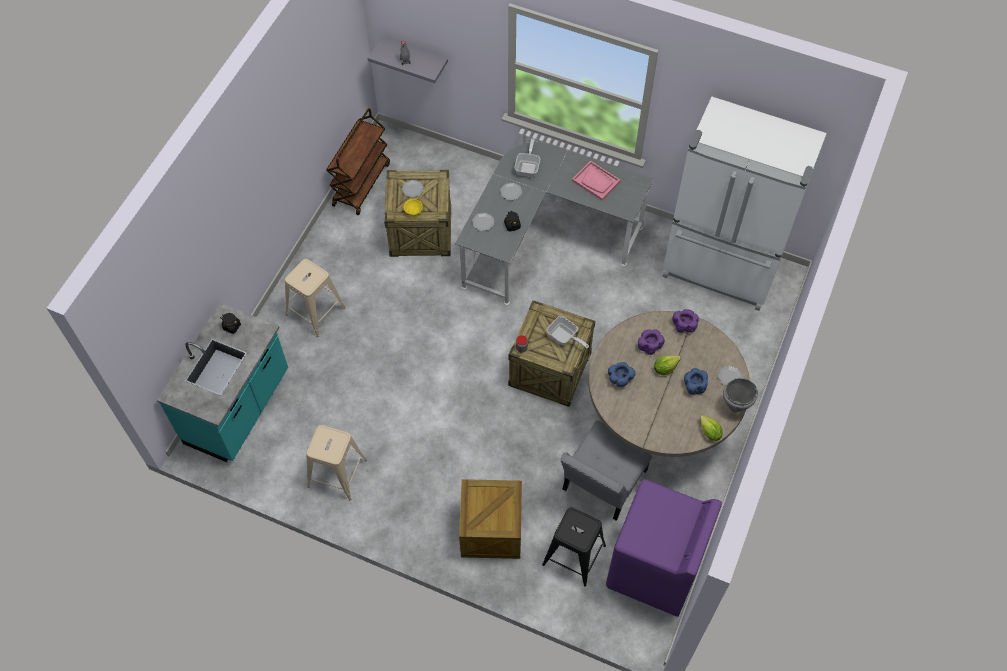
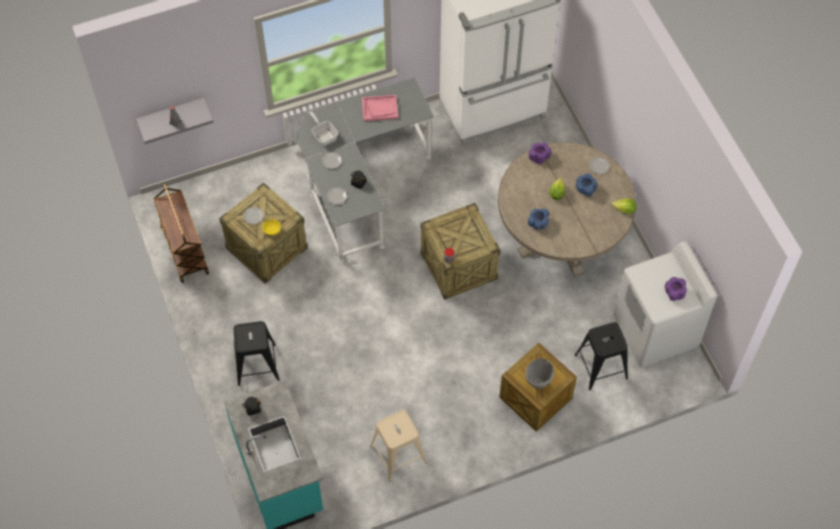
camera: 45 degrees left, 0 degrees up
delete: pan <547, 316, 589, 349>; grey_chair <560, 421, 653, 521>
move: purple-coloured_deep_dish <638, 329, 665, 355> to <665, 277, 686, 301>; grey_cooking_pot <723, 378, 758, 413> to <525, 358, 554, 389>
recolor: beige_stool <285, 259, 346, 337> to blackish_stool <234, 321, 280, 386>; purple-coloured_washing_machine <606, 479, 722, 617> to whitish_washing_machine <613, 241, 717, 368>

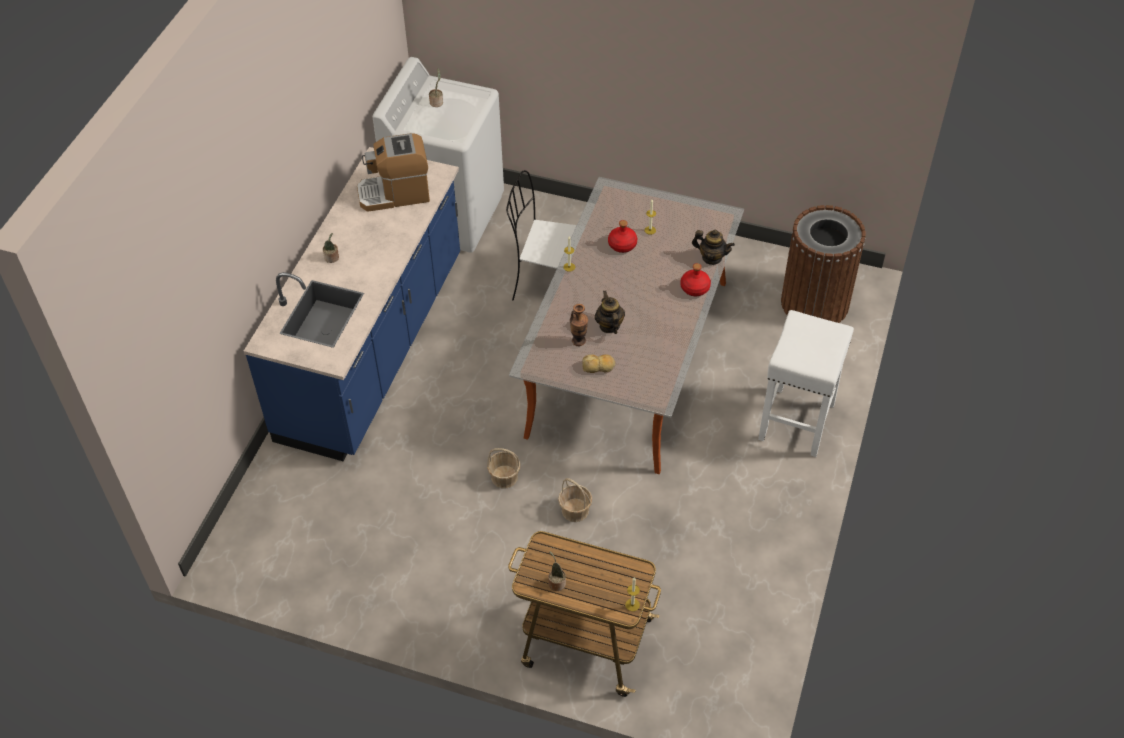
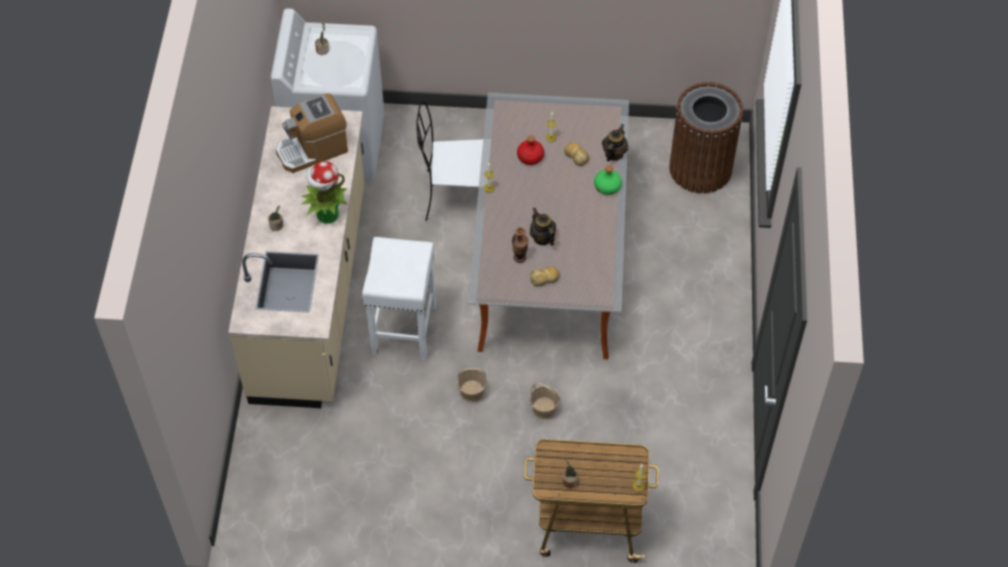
camera: 15 degrees left, 5 degrees up
insert: bakery_bread <564, 142, 589, 166>; plant_in_a_pot <301, 161, 348, 224>
move: whitish_stool <758, 310, 854, 457> to <362, 237, 436, 360>
recolor: blue_counter <244, 147, 460, 462> to beige_counter <228, 106, 365, 408>; reddish_bottle <680, 263, 711, 296> to green-coloured_bottle <594, 165, 622, 195>
rotate: pot_for_tea <692, 230, 735, 265> = <602, 124, 628, 161> 75 degrees counterclockwise

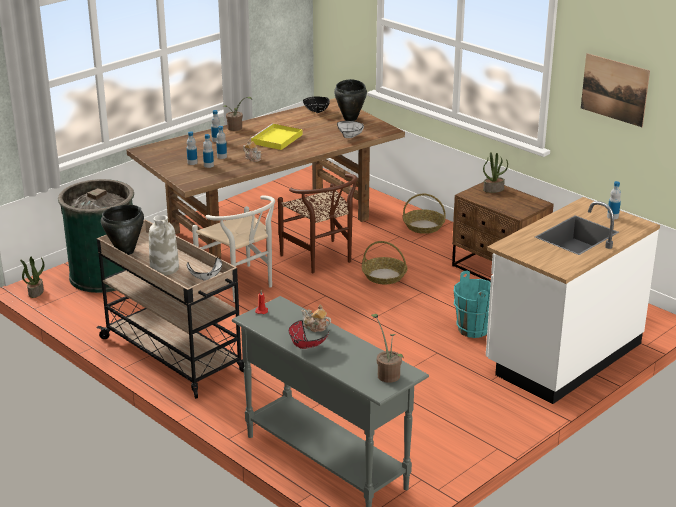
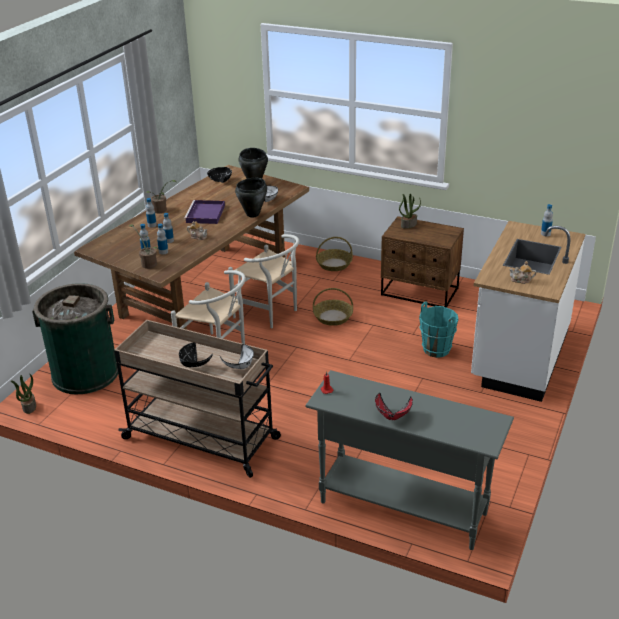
camera: 20 degrees left, 5 degrees up
delete: wall_picture <581, 53, 650, 127>
move: blackish_cooking_pot <101, 205, 144, 255> to <235, 178, 267, 217>; pot_for_tea <301, 304, 331, 332> to <509, 261, 536, 284>; plant_in_a_pot <371, 314, 404, 383> to <129, 224, 158, 269>
replace: whitish_flower_vase <149, 215, 179, 275> to blackish_deep_dish <179, 342, 213, 367>
recolor: yellow-coloured_carrying_tray <250, 123, 303, 150> to purple-coloured_carrying_tray <184, 200, 225, 224>; brown_chair <278, 173, 357, 273> to whitish_chair <228, 234, 299, 328>

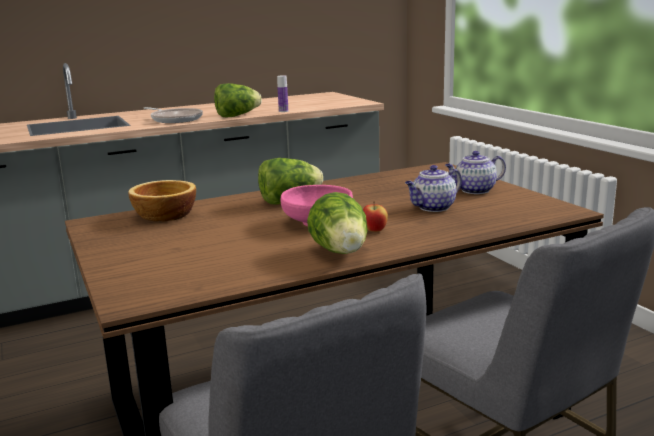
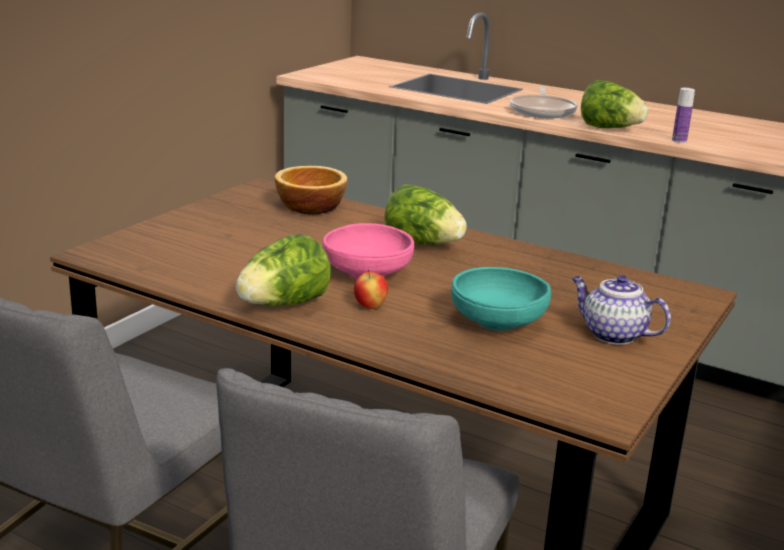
camera: 55 degrees right, 5 degrees up
replace: pot_for_tea <405, 165, 461, 212> to turquoise-coloured_deep_dish <451, 267, 551, 331>

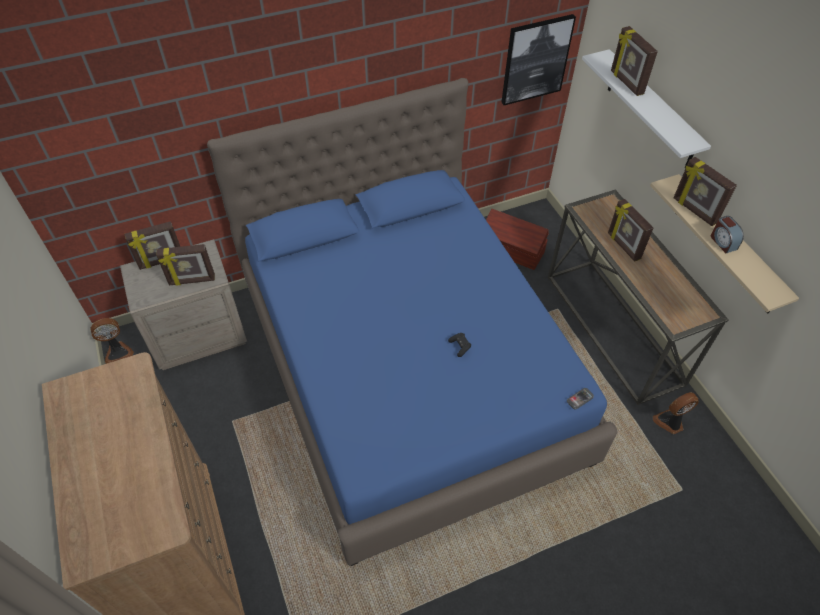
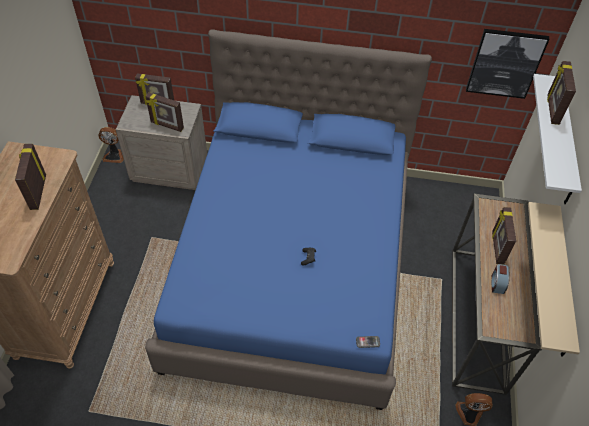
camera: 30 degrees right, 0 degrees up
delete: brown_storage_container <486, 209, 549, 270>
move: photo_frame <674, 157, 737, 226> to <15, 144, 46, 210>; bedside_clock <710, 216, 744, 253> to <491, 264, 510, 294>

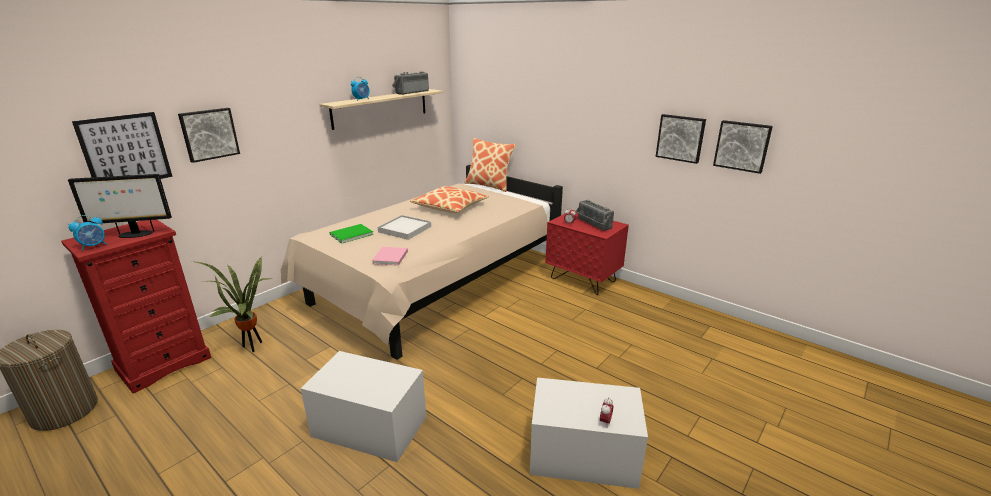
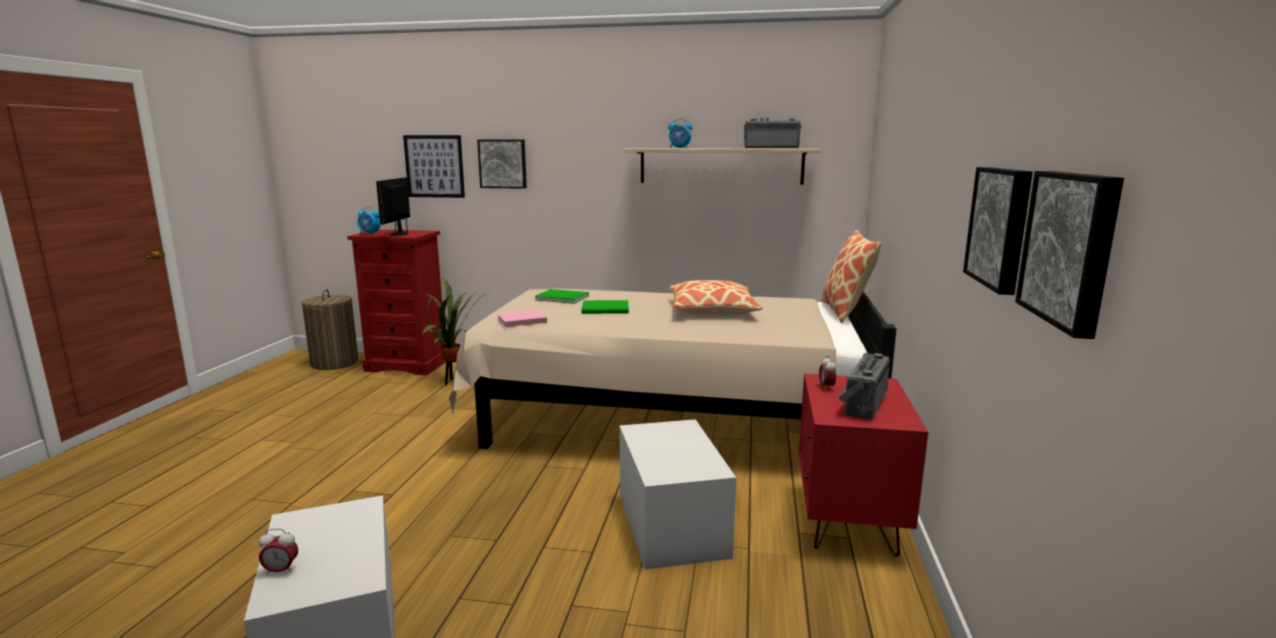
camera: 60 degrees right, 10 degrees down
move: whitish_storage_container <301, 351, 426, 462> to <619, 419, 736, 570>
replace: whitish_carrying_tray <378, 215, 431, 240> to green-coloured_volume <581, 300, 629, 314>
rotate: computer_screen <68, 174, 172, 238> = <376, 177, 410, 237> 45 degrees clockwise

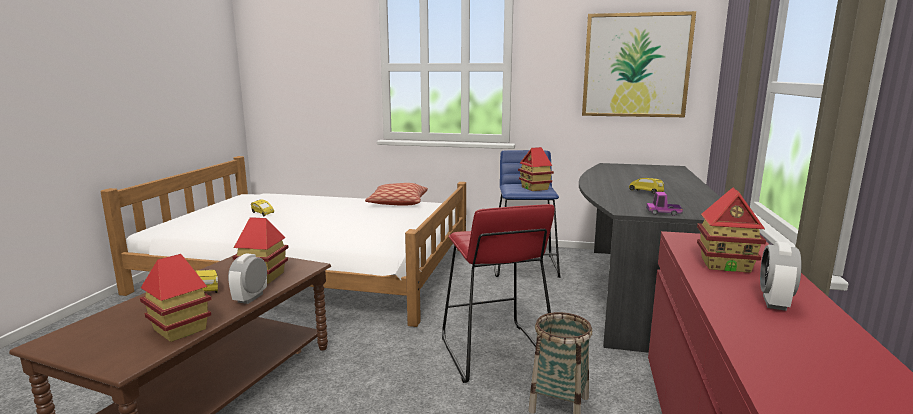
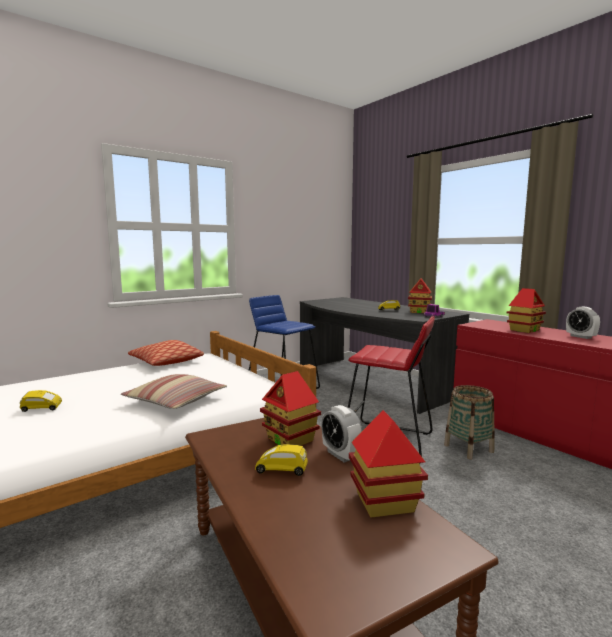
camera: 50 degrees left, 5 degrees down
delete: wall_picture <582, 11, 696, 117>
insert: cushion <121, 374, 227, 409>
move: miniature_house <518, 147, 554, 191> to <408, 278, 432, 313>

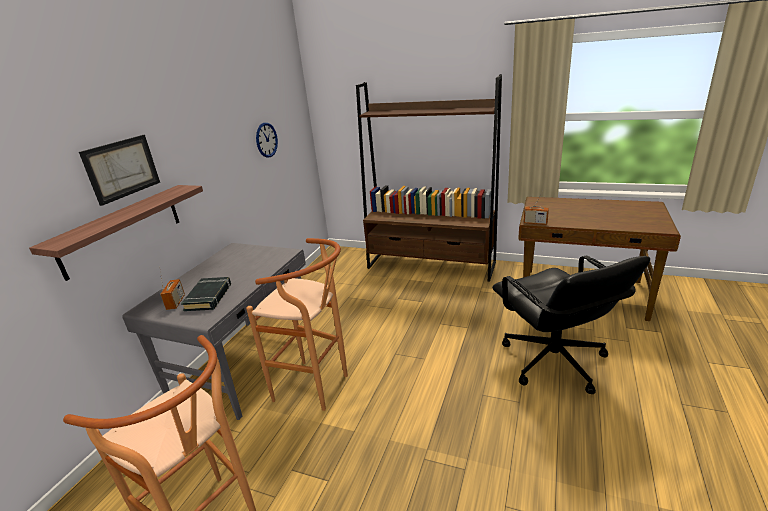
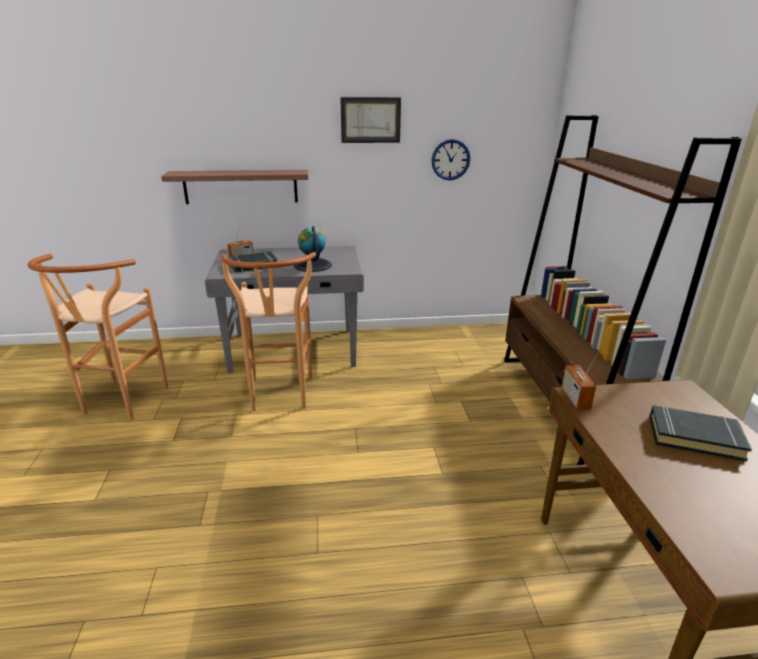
camera: 60 degrees right, 0 degrees up
delete: blackish_office_chair <492, 255, 650, 394>
insert: globe <294, 226, 332, 272>; blackish_volume <649, 405, 752, 462>
move: wall_picture <79, 135, 160, 206> to <340, 97, 401, 143>

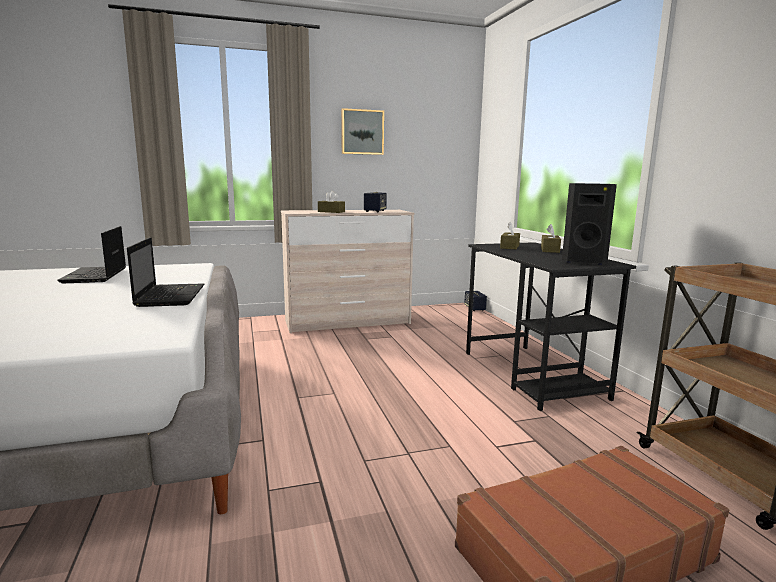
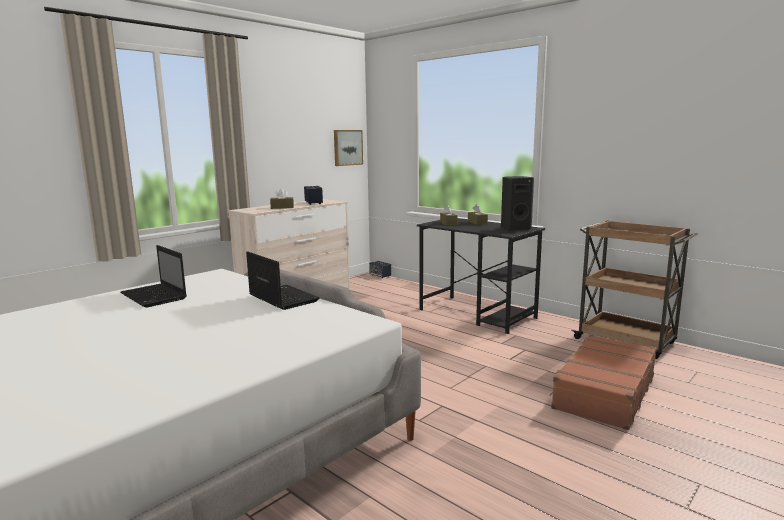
camera: 30 degrees left, 0 degrees up
move: wall_picture <341, 108, 384, 155> to <334, 130, 363, 166>

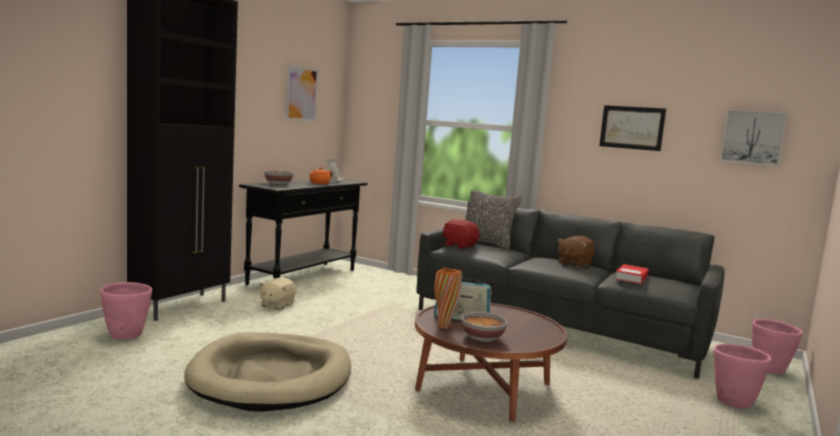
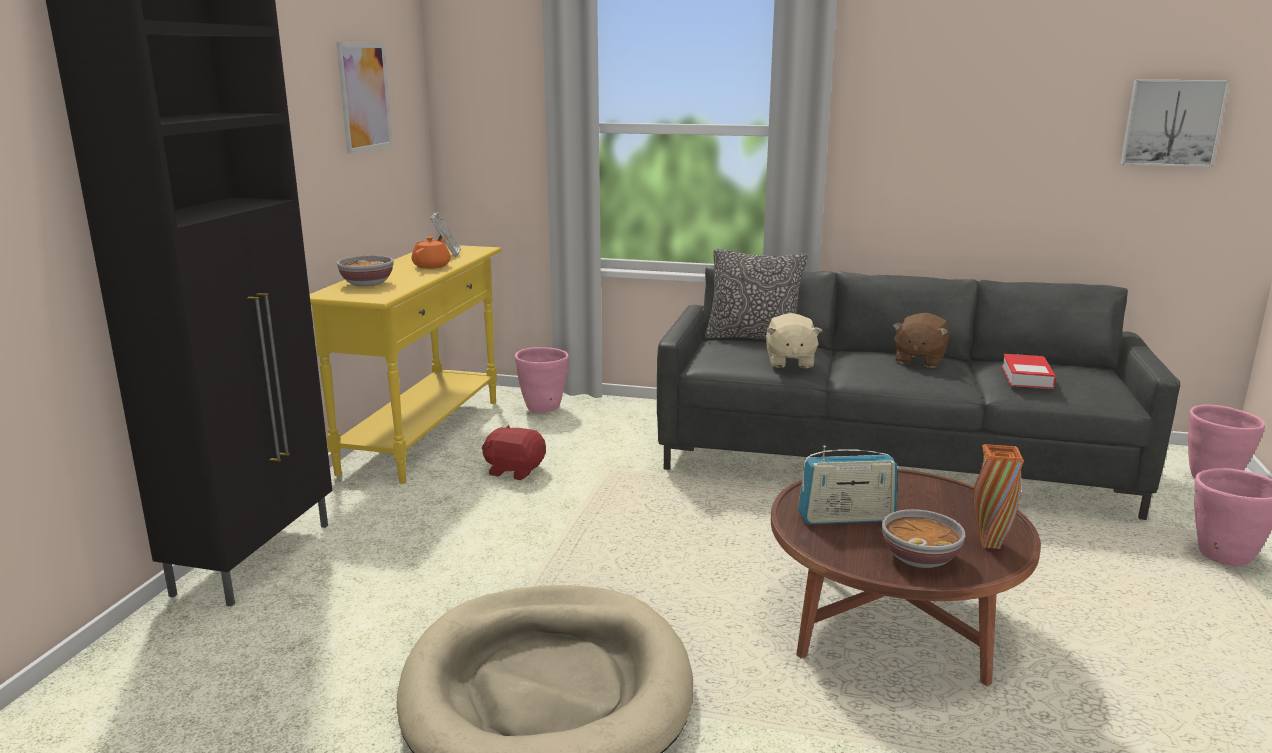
camera: 15 degrees left, 10 degrees up
delete: wall_picture <599, 105, 666, 151>
move: reddish_soft_toy <443, 219, 480, 249> to <482, 425, 546, 480>; orange-coloured_flower_vase <434, 268, 462, 329> to <973, 444, 1024, 549>; beige_soft_toy <259, 277, 296, 310> to <766, 313, 822, 368>; pink_planter <100, 282, 152, 339> to <515, 347, 569, 413>
recolor: blackish_hall_table <239, 178, 368, 285> to yellow-coloured_hall_table <310, 245, 502, 484>

